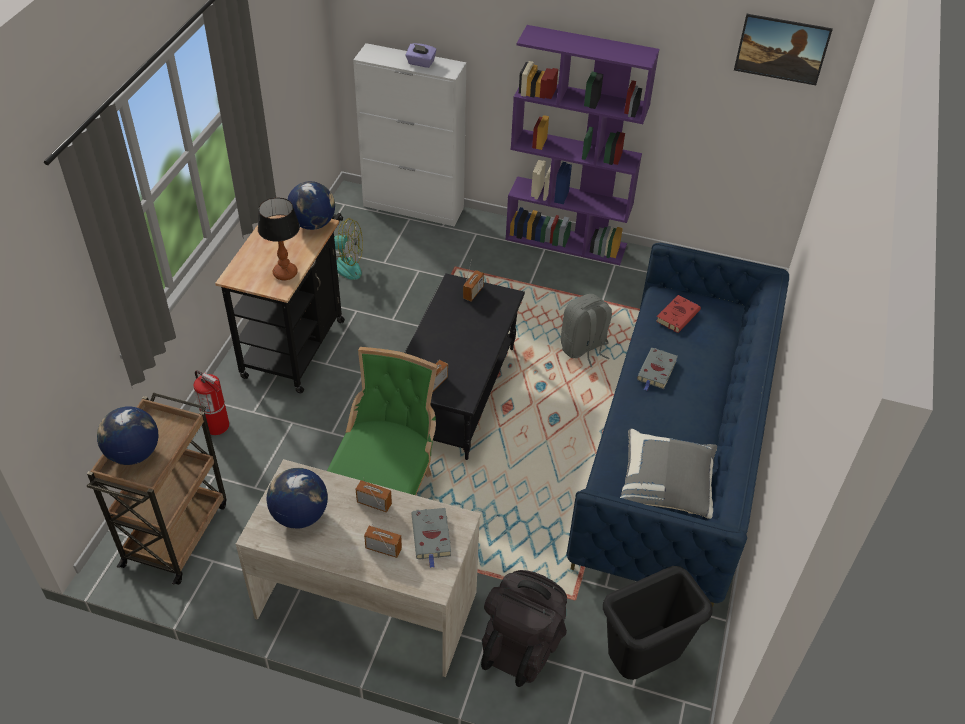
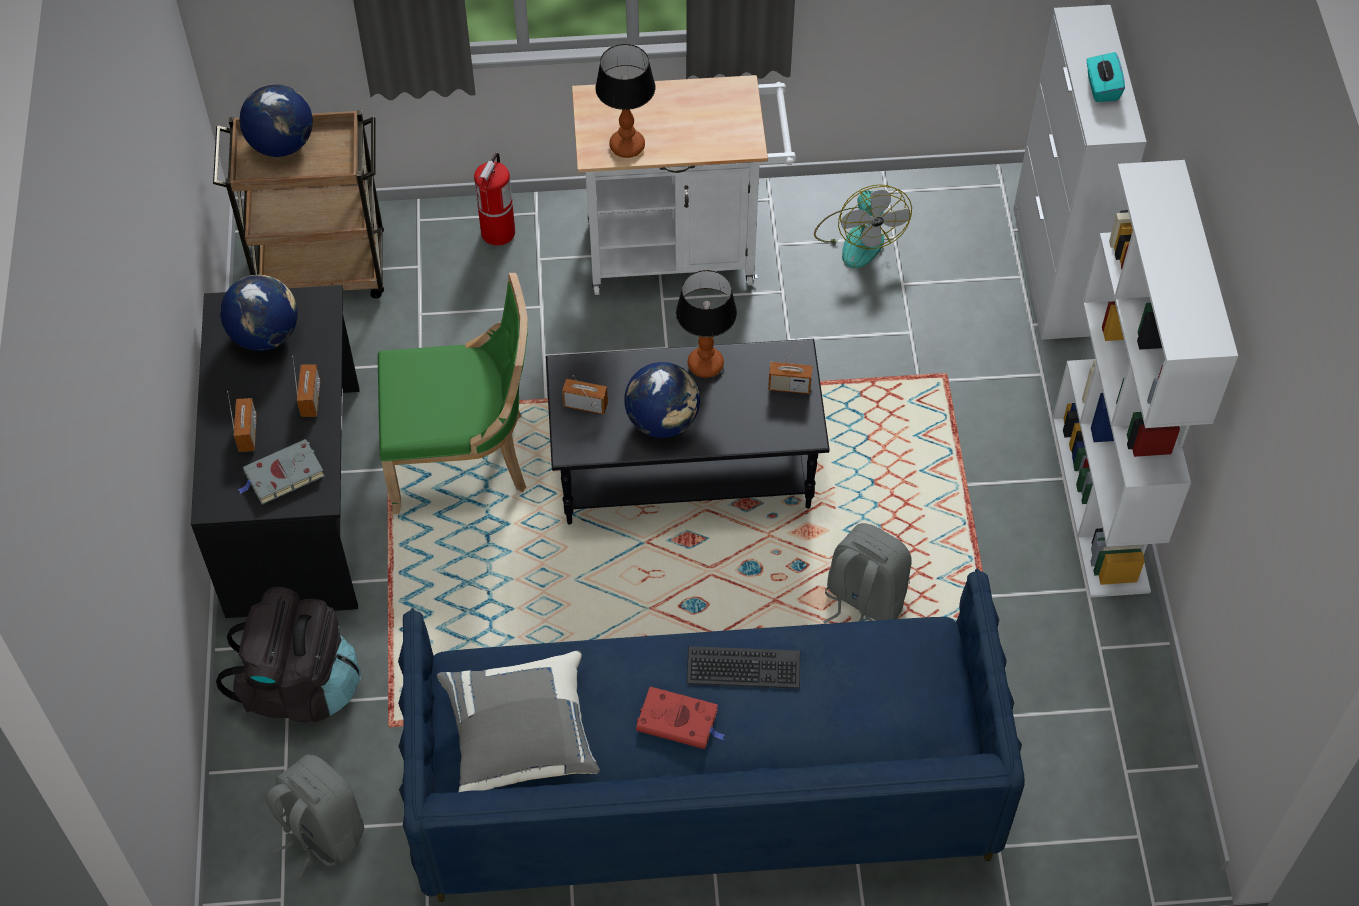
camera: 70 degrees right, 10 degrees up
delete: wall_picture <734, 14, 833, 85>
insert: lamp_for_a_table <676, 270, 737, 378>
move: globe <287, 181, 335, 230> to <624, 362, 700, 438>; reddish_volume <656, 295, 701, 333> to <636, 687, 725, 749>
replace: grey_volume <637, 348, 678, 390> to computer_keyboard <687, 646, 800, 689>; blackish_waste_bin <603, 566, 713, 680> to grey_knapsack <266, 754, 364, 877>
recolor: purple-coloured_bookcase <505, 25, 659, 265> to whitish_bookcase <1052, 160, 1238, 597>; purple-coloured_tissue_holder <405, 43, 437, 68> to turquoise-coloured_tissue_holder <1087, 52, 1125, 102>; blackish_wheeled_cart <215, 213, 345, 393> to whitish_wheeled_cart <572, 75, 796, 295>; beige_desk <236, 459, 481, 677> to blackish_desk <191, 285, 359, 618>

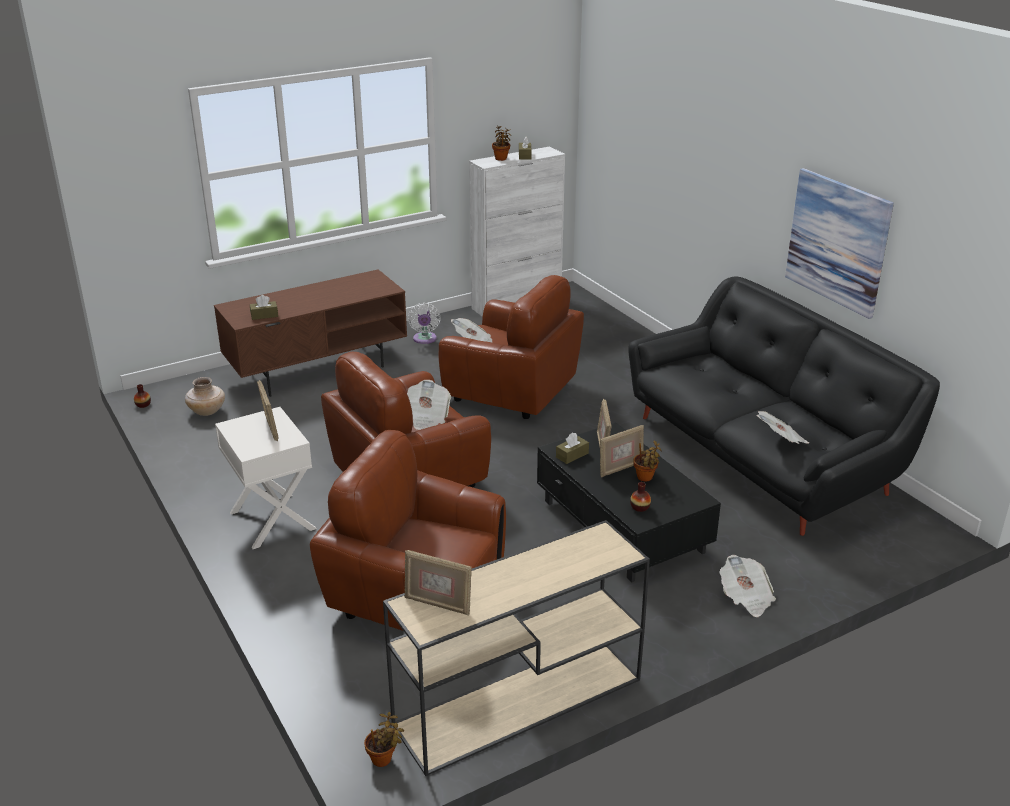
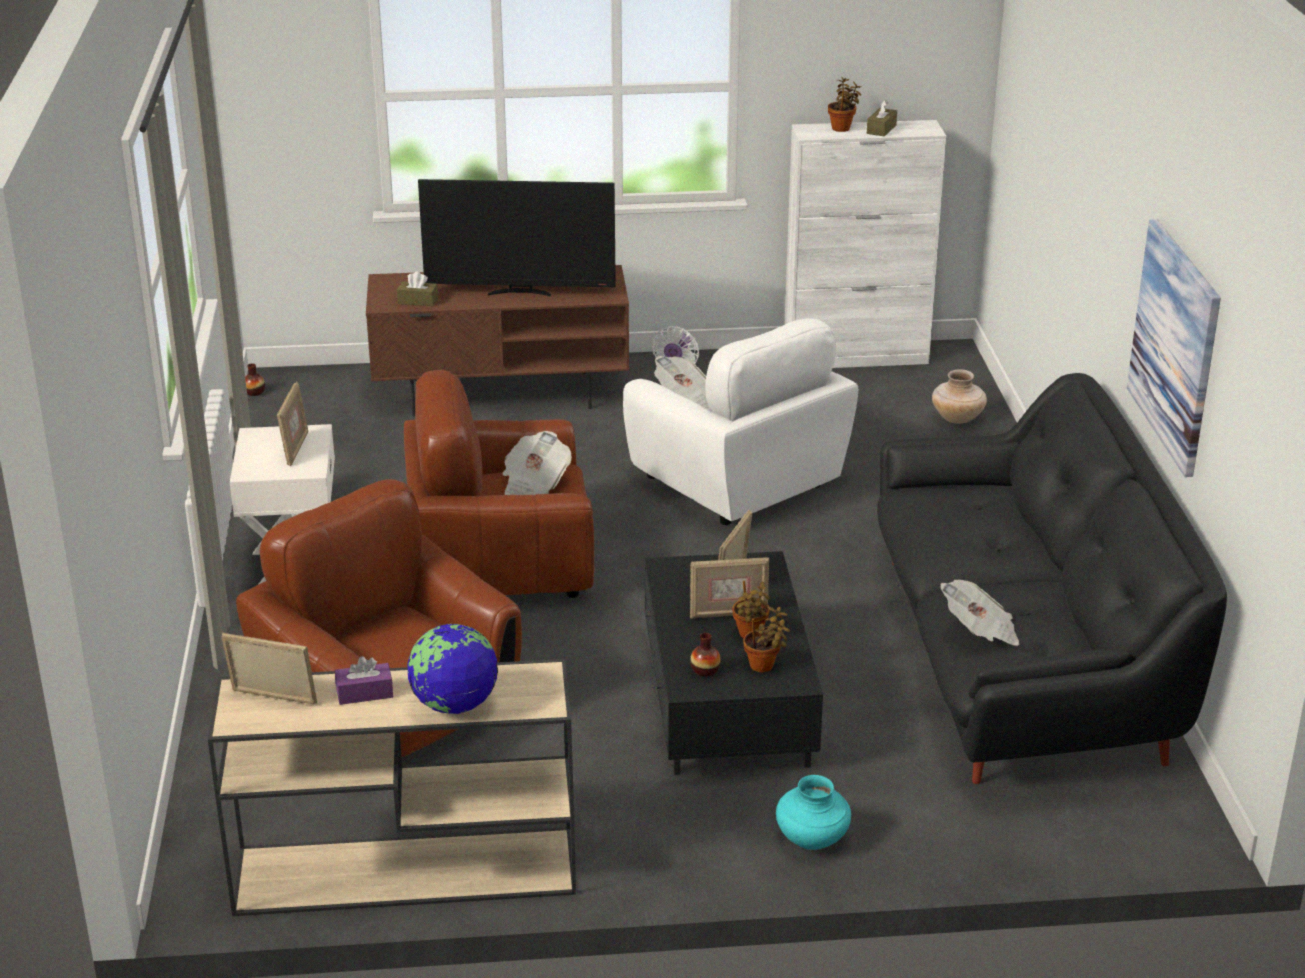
camera: 25 degrees right, 0 degrees up
delete: brown_tissue_holder <556, 433, 589, 464>
insert: television <418, 179, 616, 297>; globe <407, 624, 498, 714>; purple-coloured_tissue_holder <335, 656, 393, 705>
move: beige_flower_vase <185, 377, 225, 416> to <932, 369, 987, 424>; plant_in_a_pot <364, 712, 404, 767> to <743, 607, 790, 672>
replace: newspaper <719, 555, 776, 617> to turquoise-coloured_flower_vase <776, 775, 851, 850>
recolor: brown_easy_chair <439, 275, 584, 419> to whitish_easy_chair <623, 318, 858, 525>
rotate: photo_frame <404, 550, 472, 616> = <222, 632, 317, 704> 150 degrees clockwise

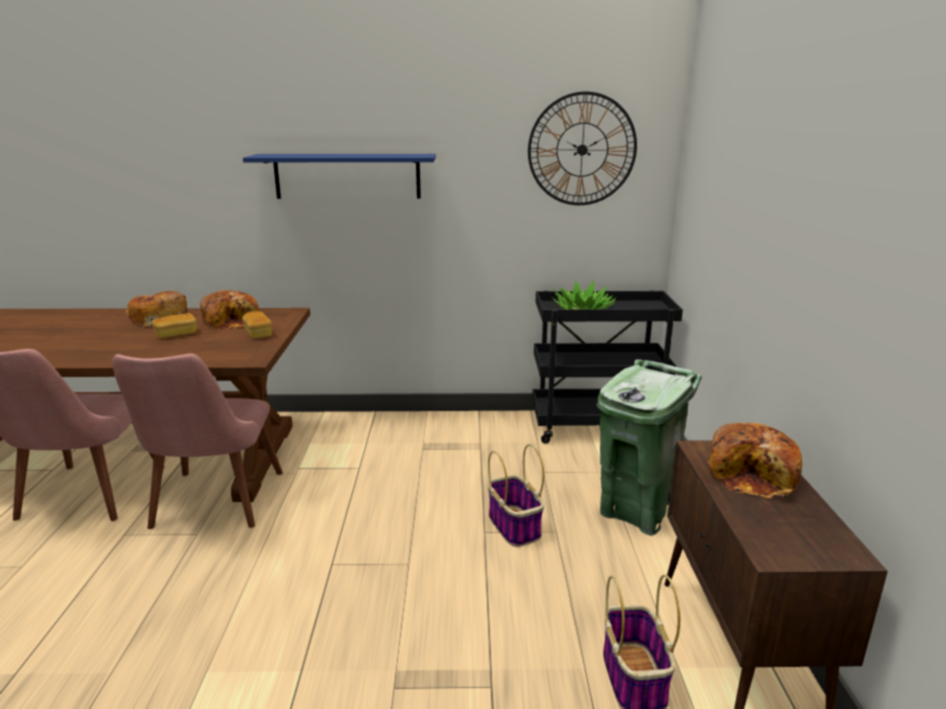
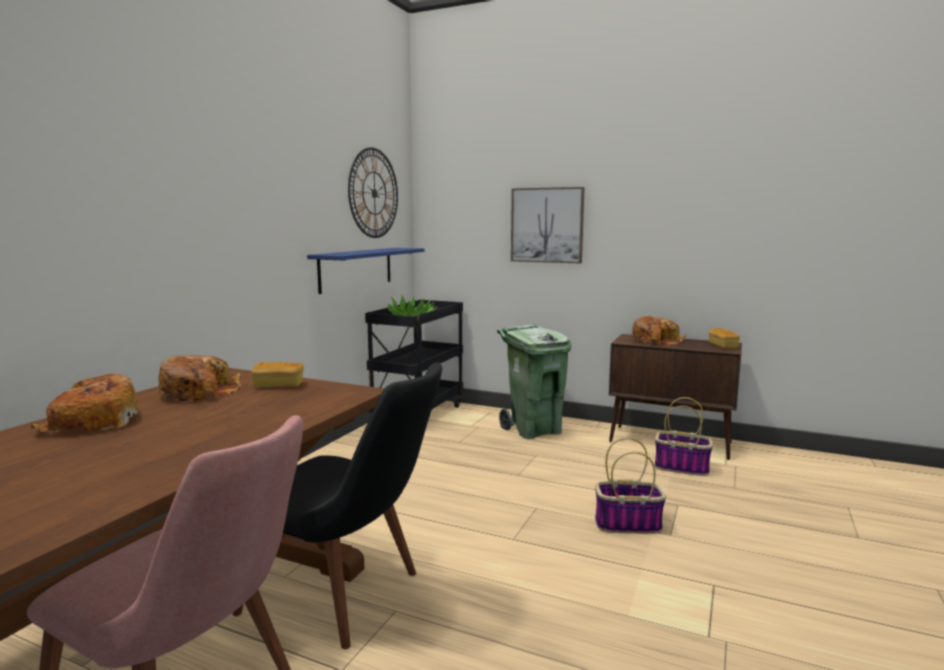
camera: 65 degrees left, 10 degrees down
insert: wall_picture <511, 187, 585, 264>
move: blue_shelf <243, 154, 436, 199> to <307, 248, 424, 294>; bakery_bread <152, 313, 197, 339> to <709, 328, 740, 348>; storage_basket <488, 444, 544, 547> to <595, 438, 666, 534>
recolor: pink_chair <112, 354, 283, 529> to blackish_chair <233, 363, 442, 649>

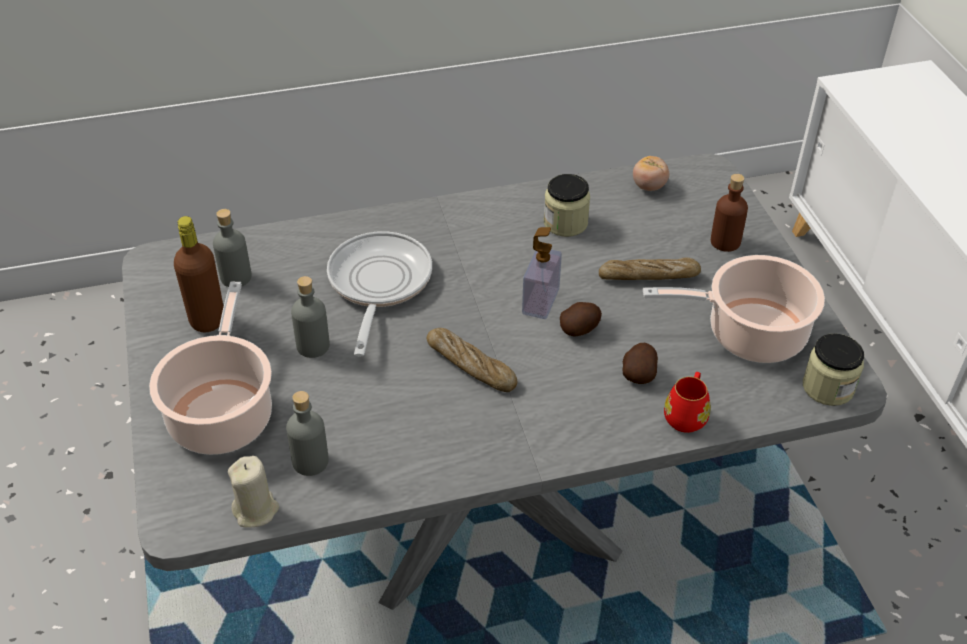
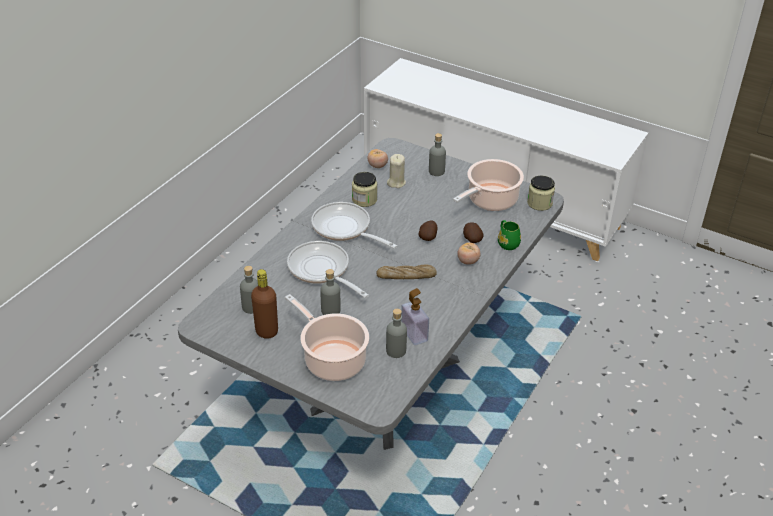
camera: 45 degrees left, 5 degrees down
delete: bakery_bread <599, 258, 701, 280>
insert: pan <311, 202, 397, 249>; fresh_tomato <457, 242, 480, 265>
move: soap_bottle <522, 227, 562, 319> to <401, 288, 429, 345>; beige_candle <228, 456, 279, 528> to <387, 154, 406, 188>
recolor: brown_bottle <711, 174, 748, 252> to grey_bottle <429, 133, 446, 176>; reddish_tea_mug <664, 372, 711, 433> to green-coloured_tea_mug <498, 220, 521, 250>

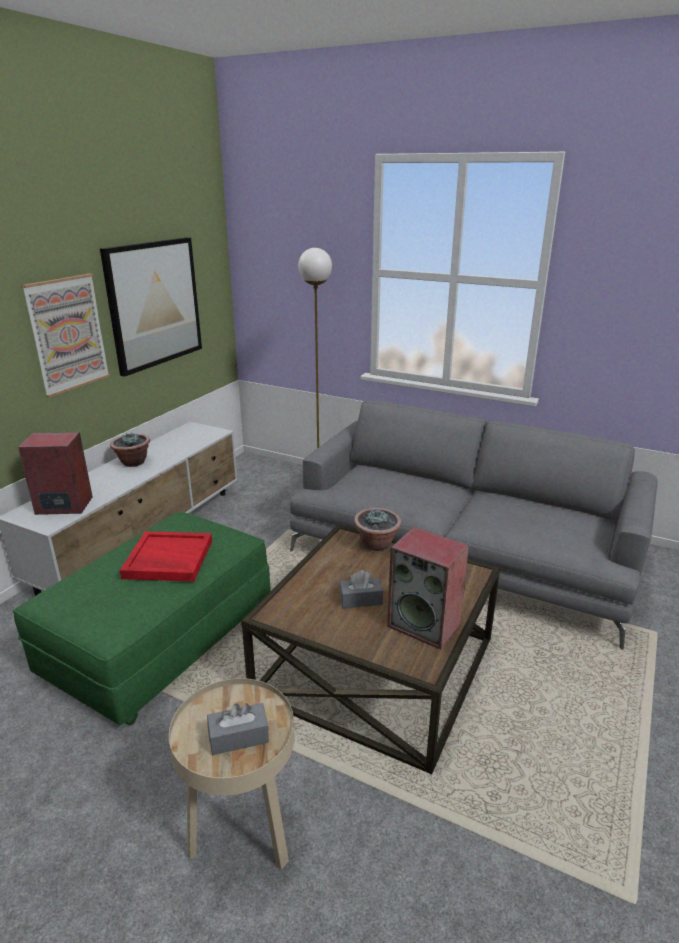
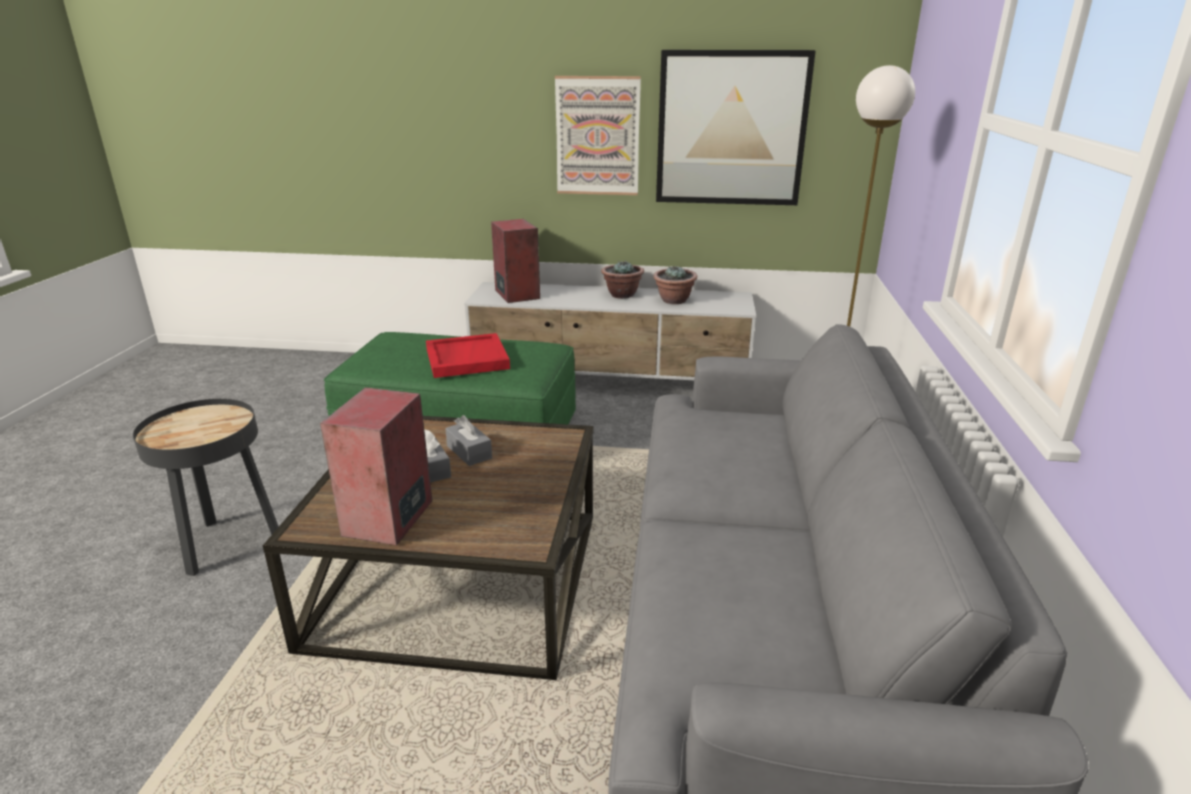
camera: 70 degrees right, 0 degrees up
move: plant_in_a_pot <354, 508, 401, 551> to <653, 265, 697, 304>; grey_tissue_holder <207, 703, 269, 755> to <445, 415, 492, 466>
recolor: beige_accent_table <169, 678, 294, 870> to blackish_accent_table <133, 399, 279, 576>

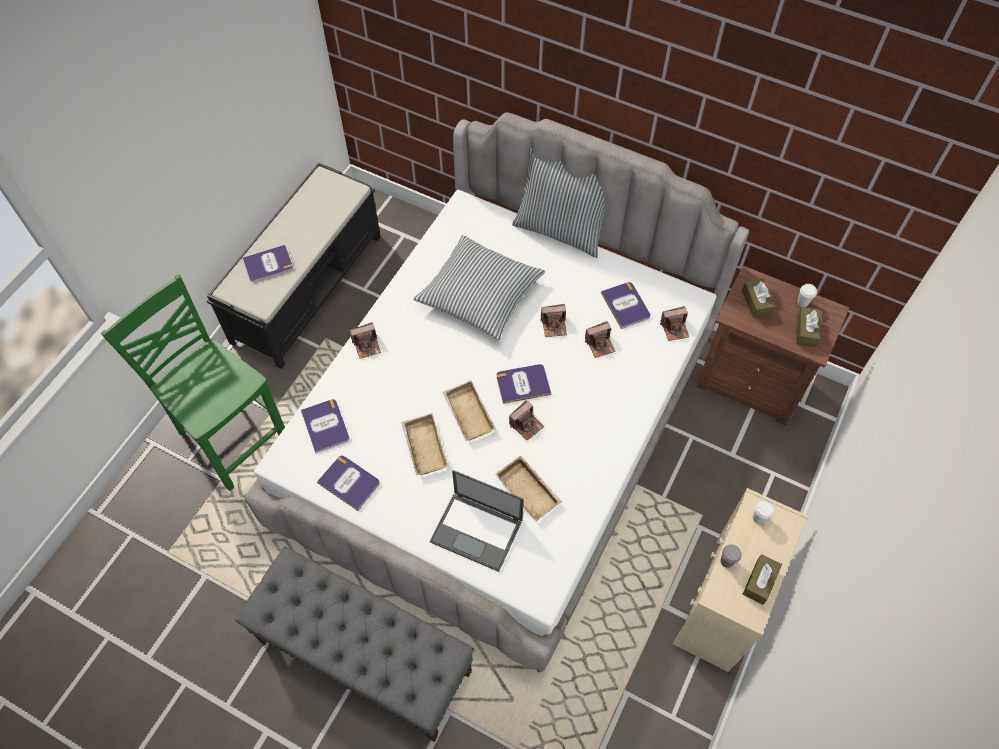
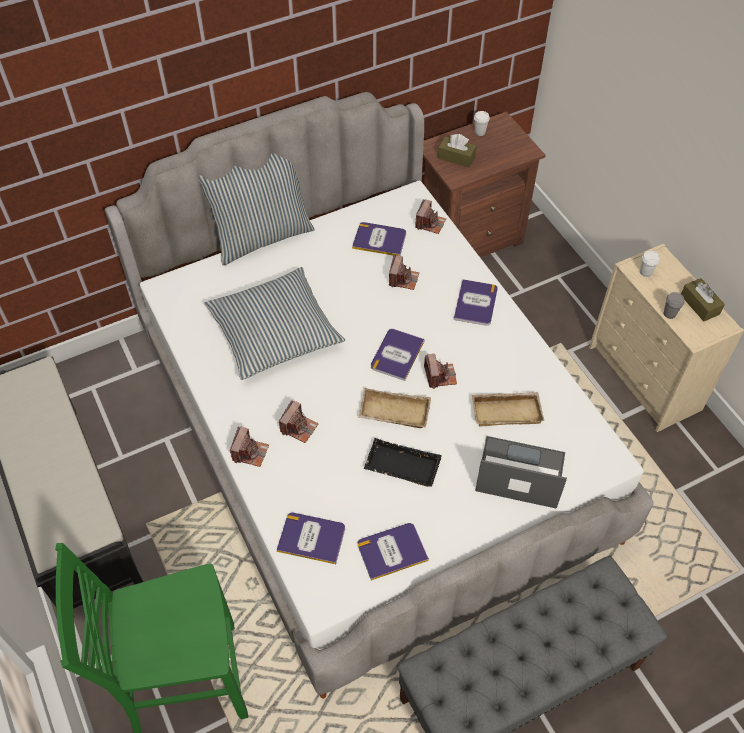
camera: 55 degrees left, 5 degrees down
delete: brown_tissue_holder <796, 307, 821, 347>
move: volume <242, 245, 293, 282> to <454, 279, 498, 326>; photo_camera <540, 304, 567, 337> to <279, 400, 319, 443>
recolor: beige_carrying_tray <401, 414, 448, 476> to blackish_carrying_tray <364, 438, 442, 487>
rotate: laptop <430, 470, 524, 572> = <475, 436, 567, 509> 135 degrees counterclockwise

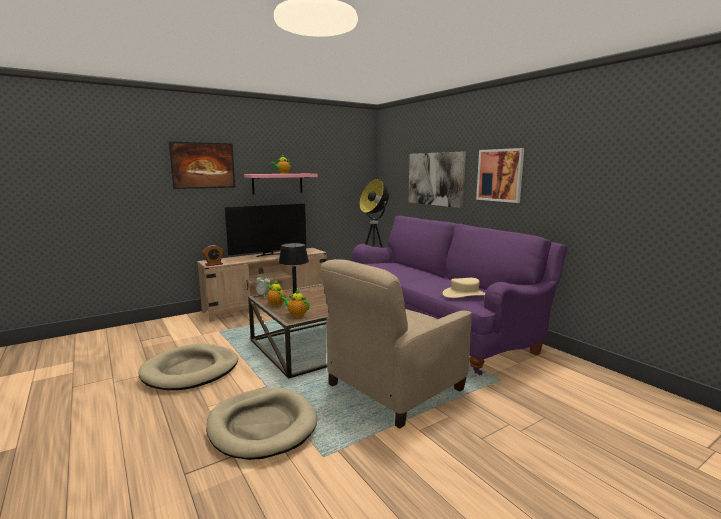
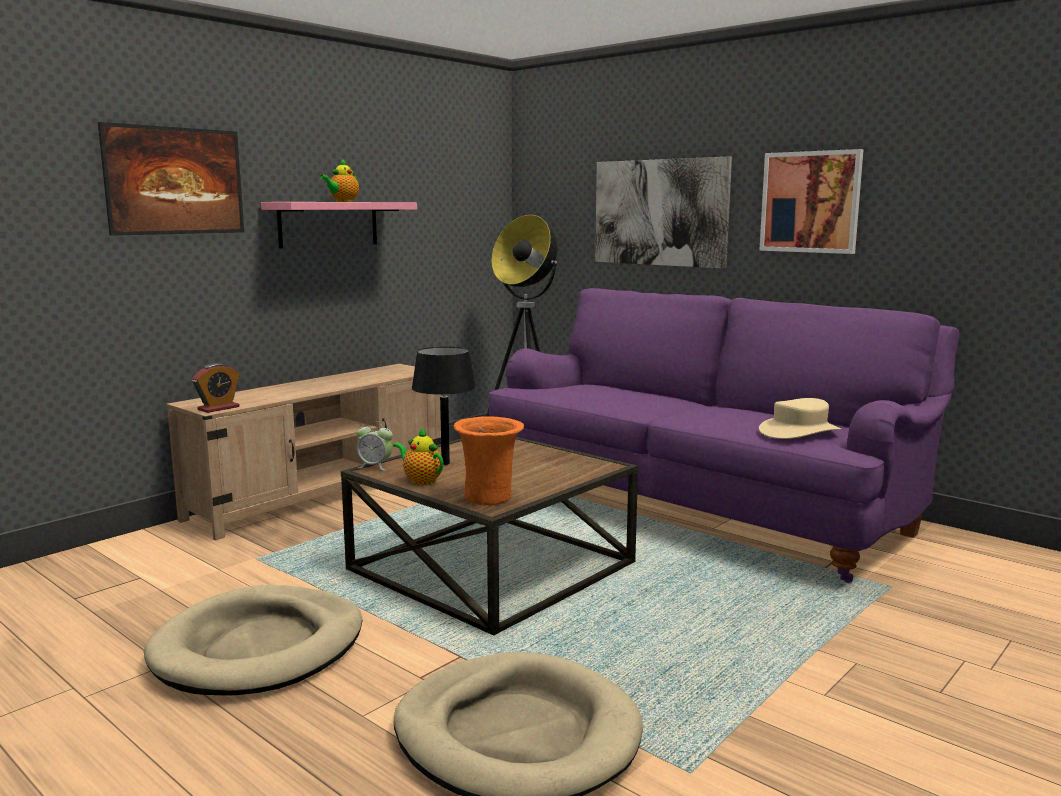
camera: 15 degrees left, 0 degrees up
delete: television <225, 204, 306, 257>; beige_easy_chair <321, 259, 472, 428>
replace: pot_for_tea <280, 290, 310, 317> to orange-coloured_flower_vase <453, 416, 524, 505>

